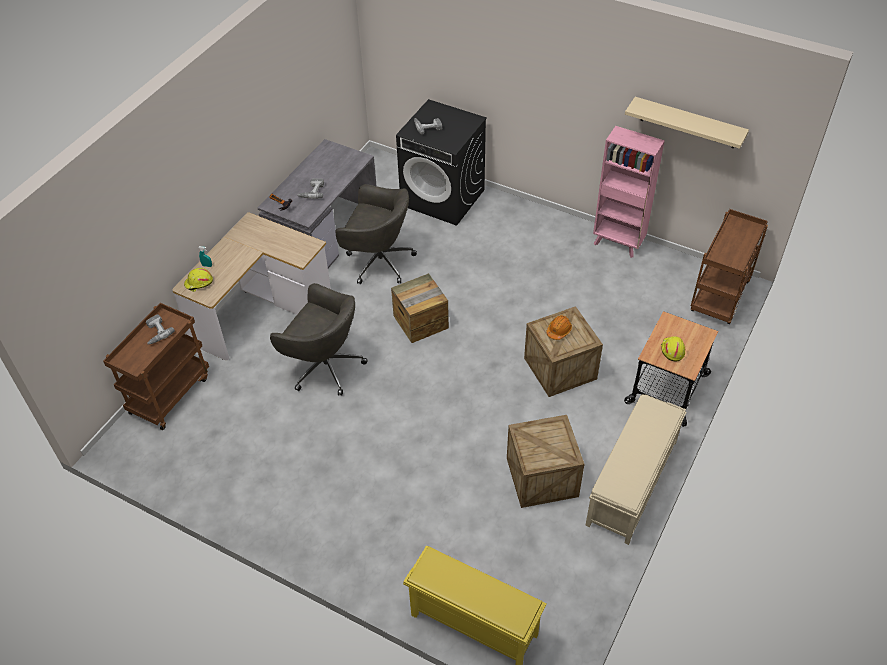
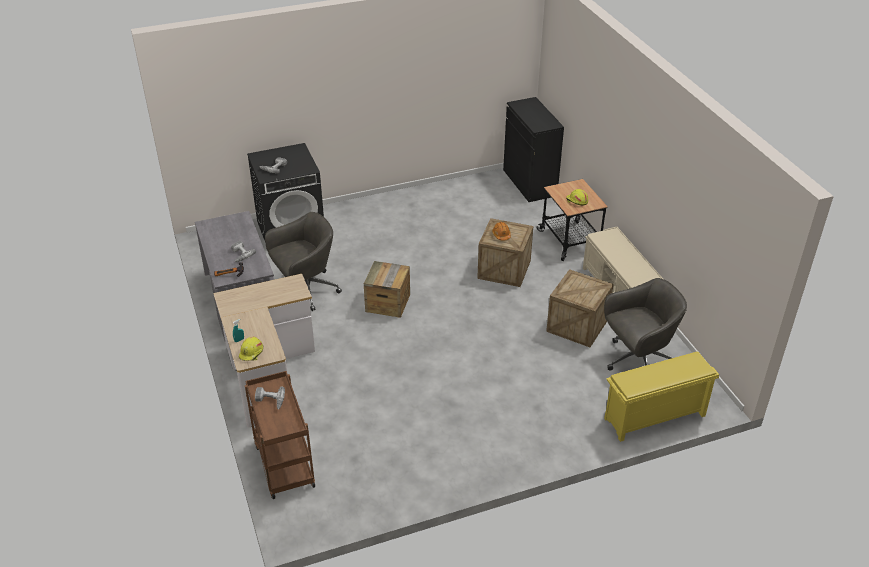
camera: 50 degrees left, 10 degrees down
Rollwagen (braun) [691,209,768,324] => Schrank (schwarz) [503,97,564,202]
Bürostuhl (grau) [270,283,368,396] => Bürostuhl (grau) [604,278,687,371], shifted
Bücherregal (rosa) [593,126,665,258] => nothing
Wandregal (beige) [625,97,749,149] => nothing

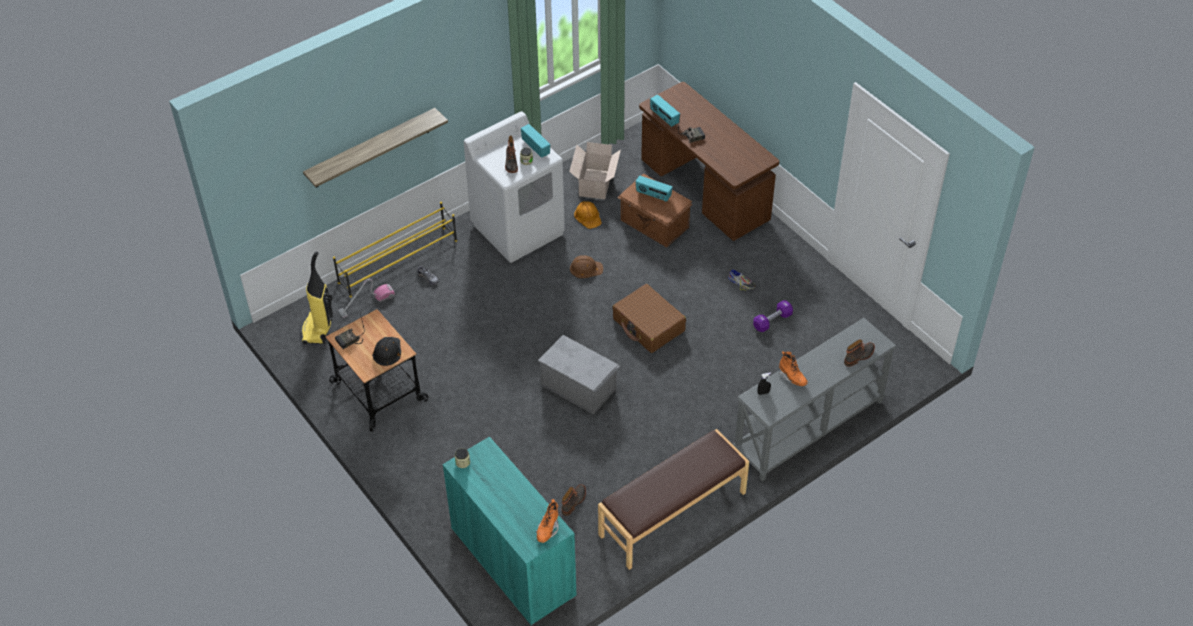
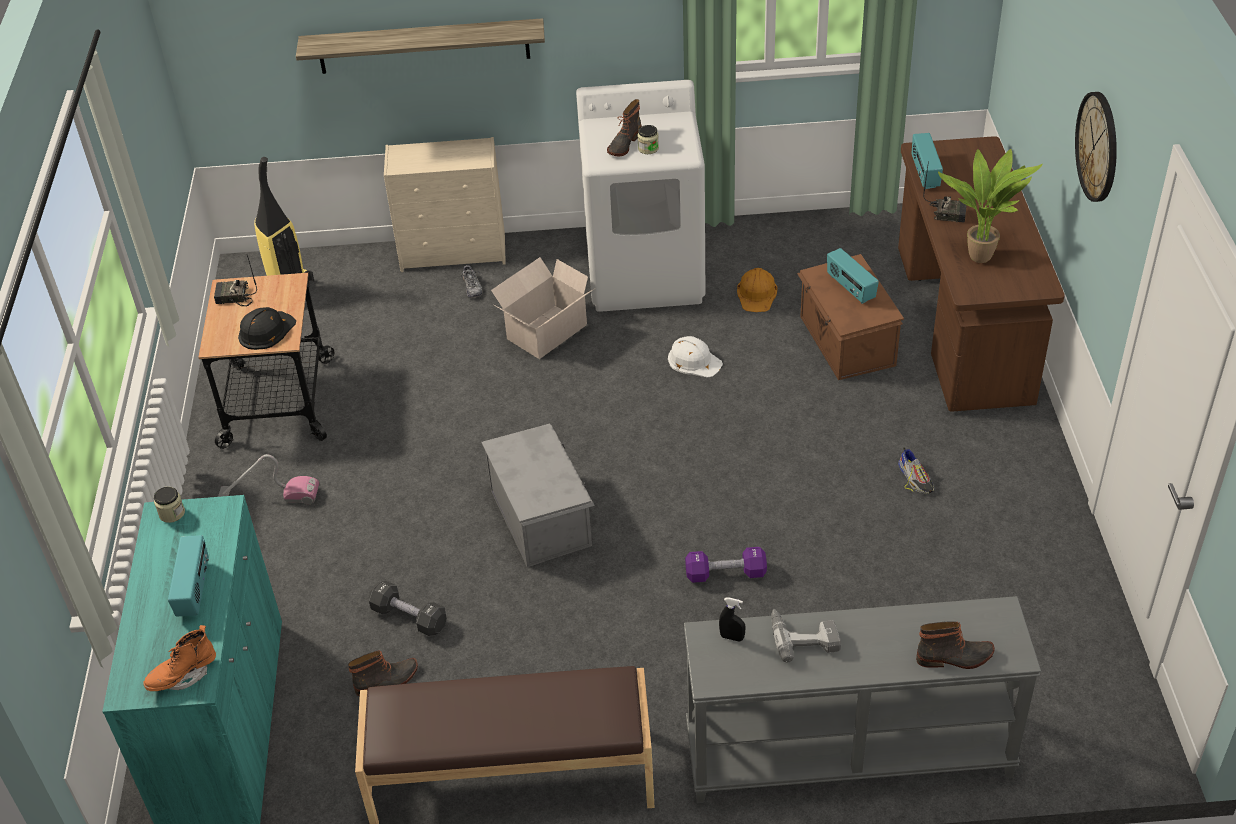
camera: 35 degrees right, 5 degrees down
Radio [521,124,550,158] => Radio [168,535,209,617], shifted
Staubsauger [338,279,395,318] => Staubsauger [218,454,319,504], shifted
nothing => Hantel (schwarz) [369,581,447,636]
Schuhregal (gelb) [333,202,457,297] => Kommode (beige) [384,137,506,272]
Karton [569,142,621,199] => Karton [491,257,594,359], shifted
Schutzhelm (braun) [570,255,603,278] => Schutzhelm (weiß) [668,336,723,377]
Hantel (lila) [753,300,793,332] => Hantel (lila) [685,547,767,583], shifted
Stiefel (orange) [779,351,808,386] => Bohrmaschine [771,609,841,663]
nothing => Topfpflanze [938,149,1043,263]
nothing => Wanduhr [1075,92,1117,202]
Koffer (braun) [612,284,686,353] => nothing

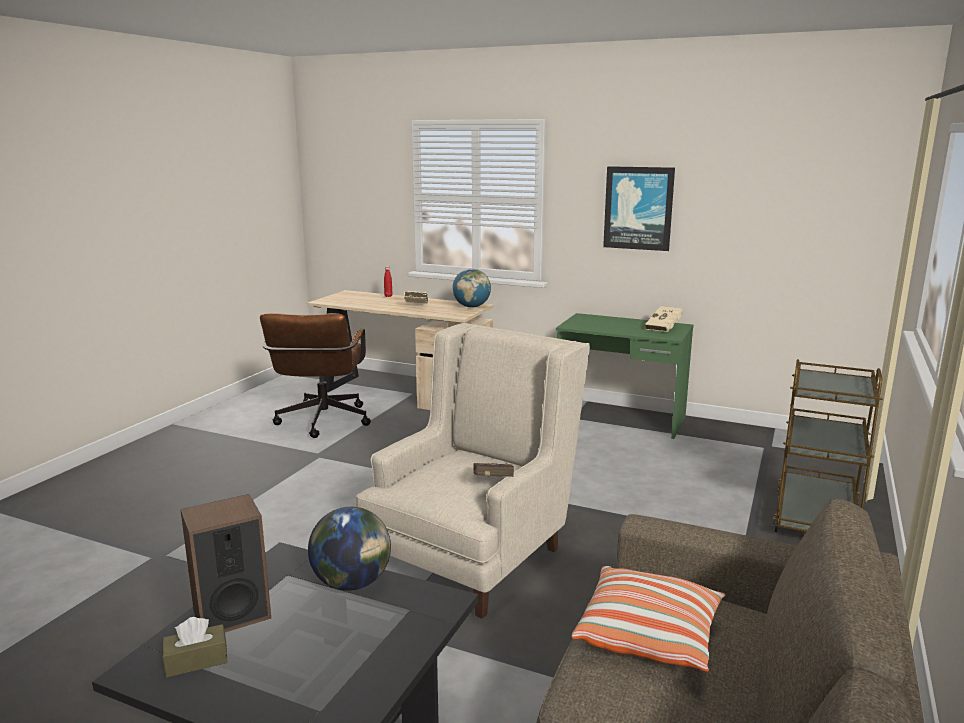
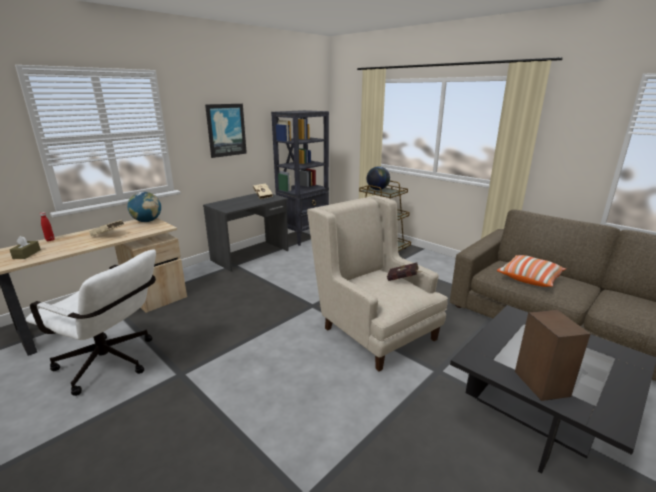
camera: 70 degrees left, 5 degrees up
Taschentuchbox (braun) [163,617,228,678] => Taschentuchbox (braun) [10,236,41,259], shifted
Bürostuhl (braun) [260,313,371,438] => Bürostuhl (weiß) [26,250,156,396]
Schreibtisch (grün) [556,313,694,439] => Schreibtisch (grau) [203,193,289,271]
nothing => Bücherregal (schwarz) [271,110,329,246]
Globus [308,507,391,591] => Globus [367,166,390,190], shifted

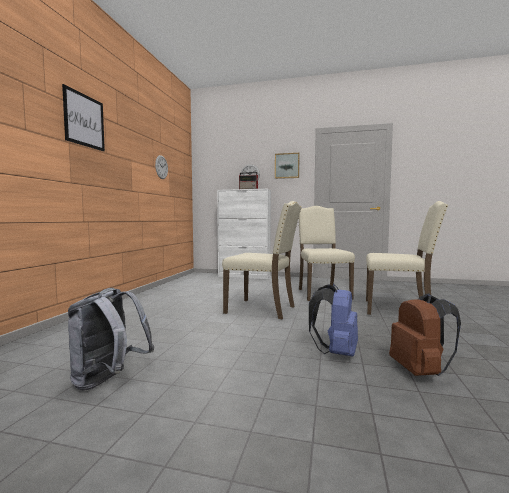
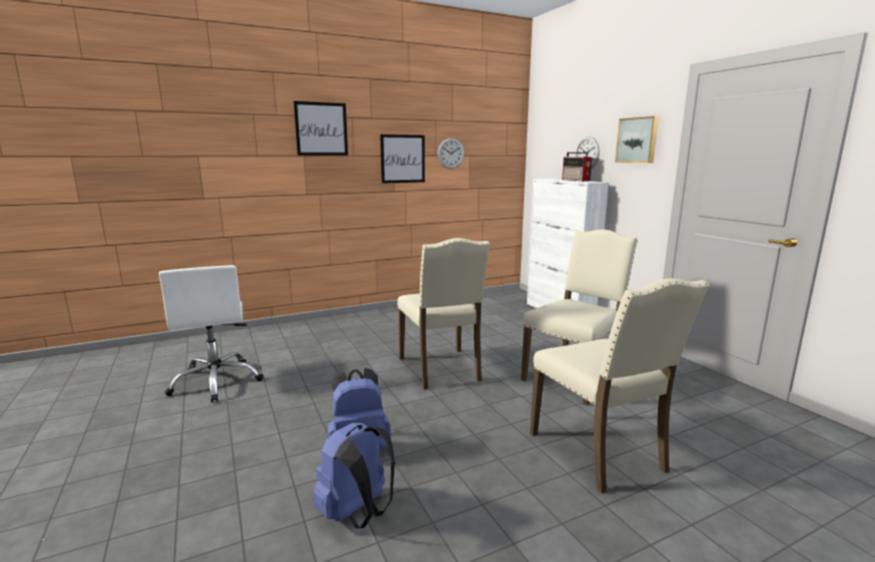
camera: 50 degrees right, 10 degrees up
Rucksack (grau) [68,288,155,390] => Bürostuhl (weiß) [159,265,263,402]
Rucksack (braun) [389,293,461,376] => Rucksack (blau) [314,423,395,528]
nothing => Bild [380,134,425,183]

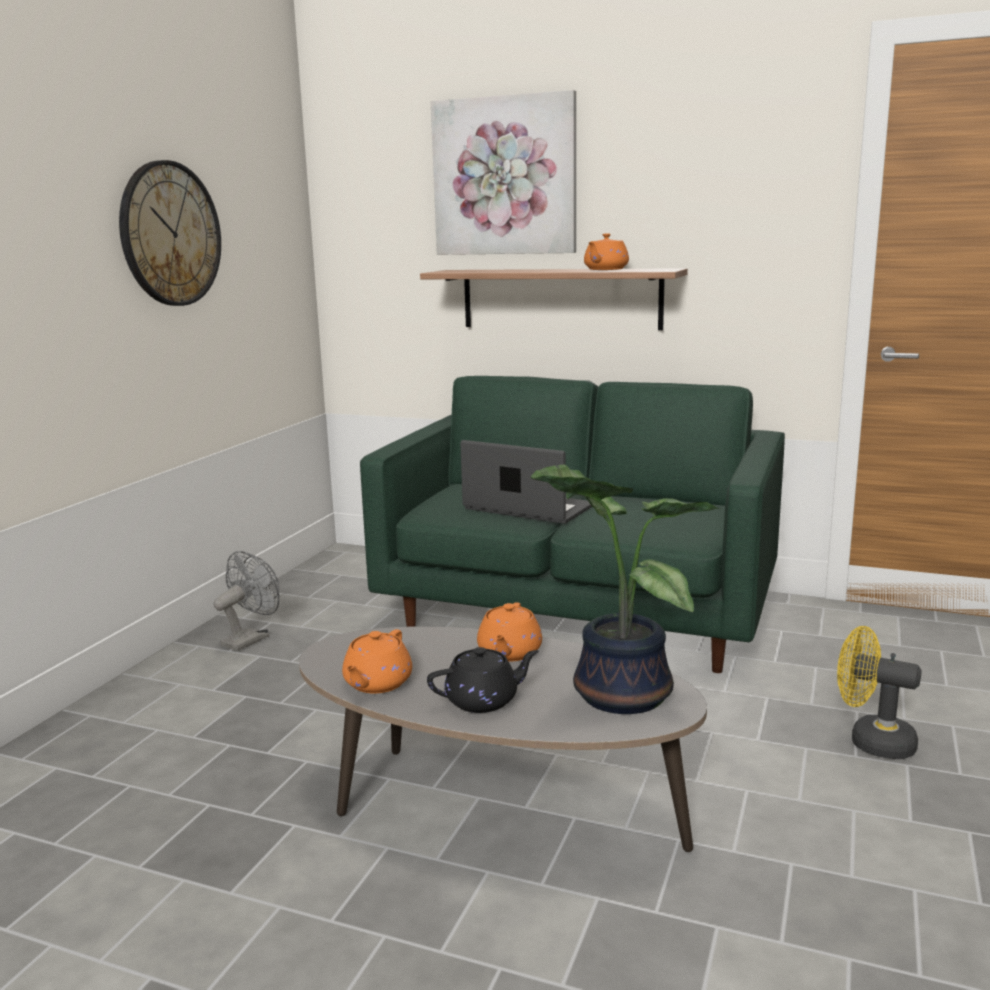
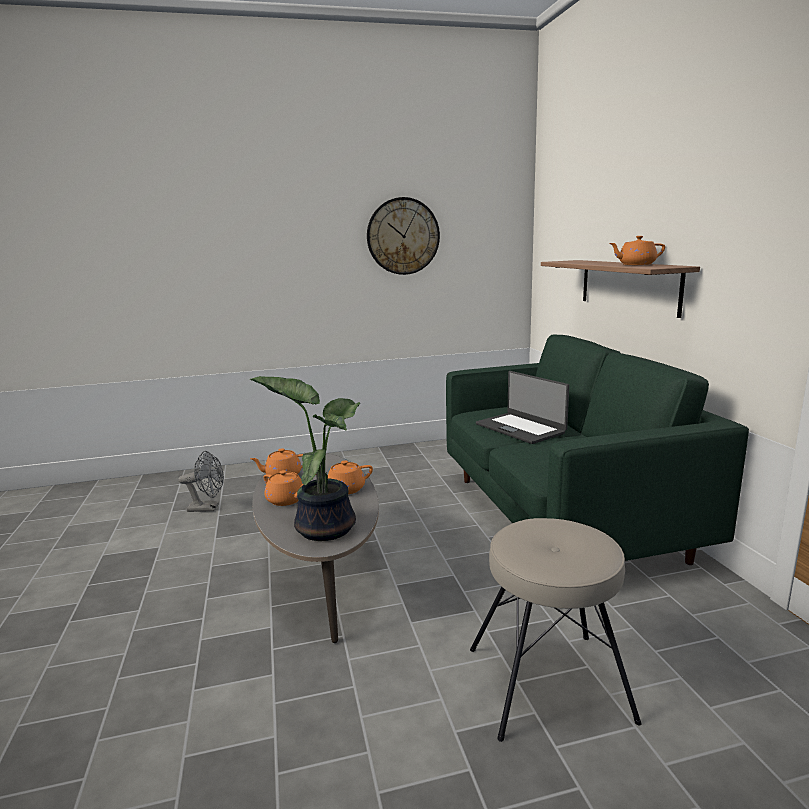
camera: 55 degrees right, 0 degrees up
Ventilator (grau) [214,551,279,651] => Ventilator (grau) [178,451,224,512], shifted
Teekanne (schwarz) [427,647,539,713] => Teekanne (orange) [264,470,304,506]
Ventilator (gelb) [837,626,922,759] => Hocker (beige) [470,518,641,742]
Laptop [460,440,593,524] => Laptop [476,371,569,444], 150 degrees clockwise
Bild [431,90,576,255] => nothing

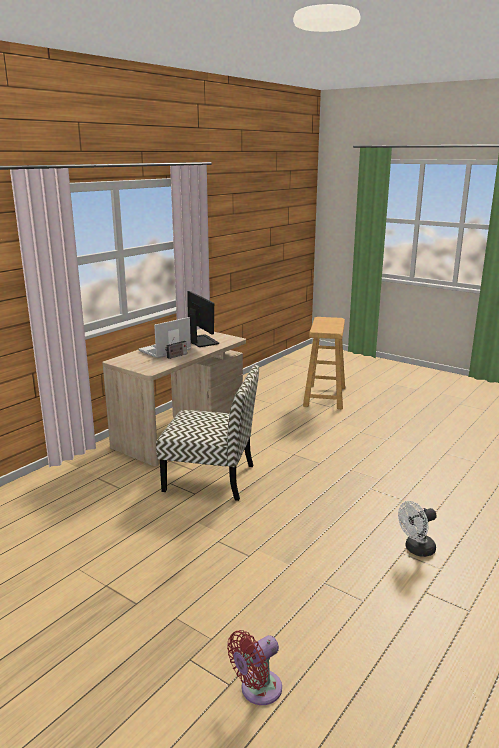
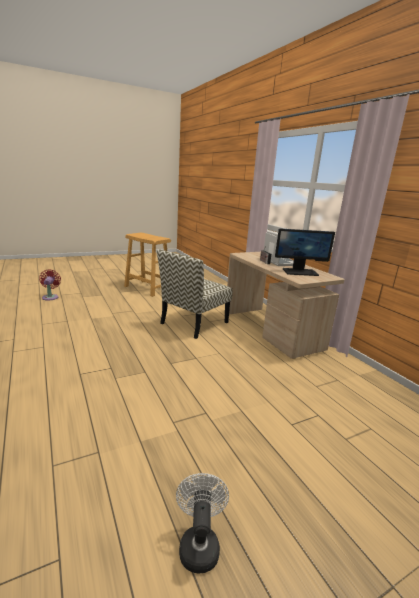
camera: 115 degrees right, 0 degrees up
Hocker (beige) [303,317,345,409] => Hocker (beige) [124,233,171,297], shifted
Ventilator (weiß) [398,501,437,557] => Ventilator (weiß) [176,473,229,574], shifted

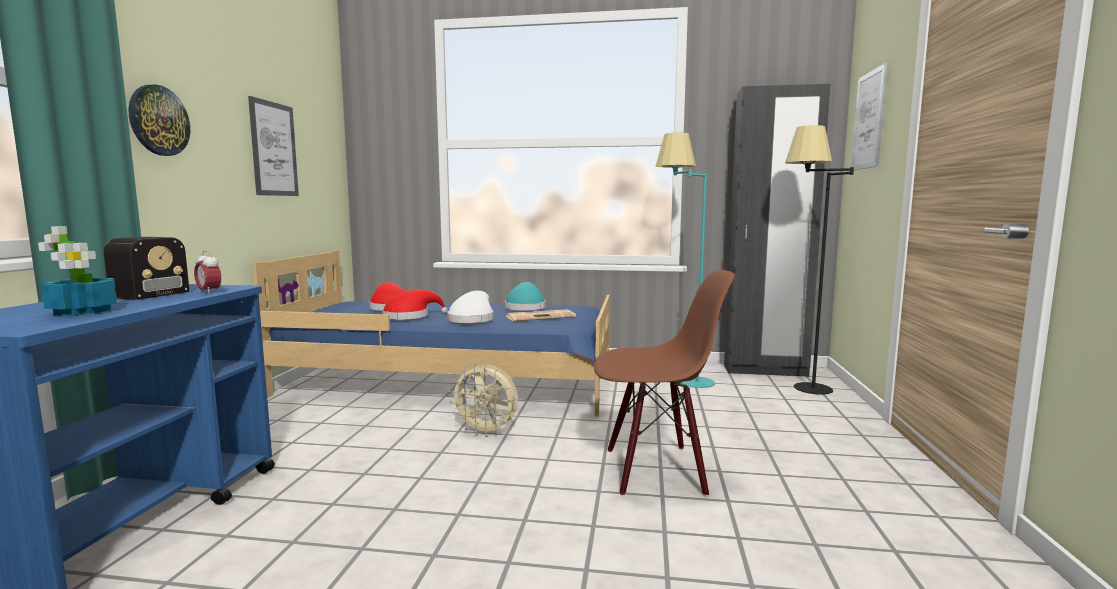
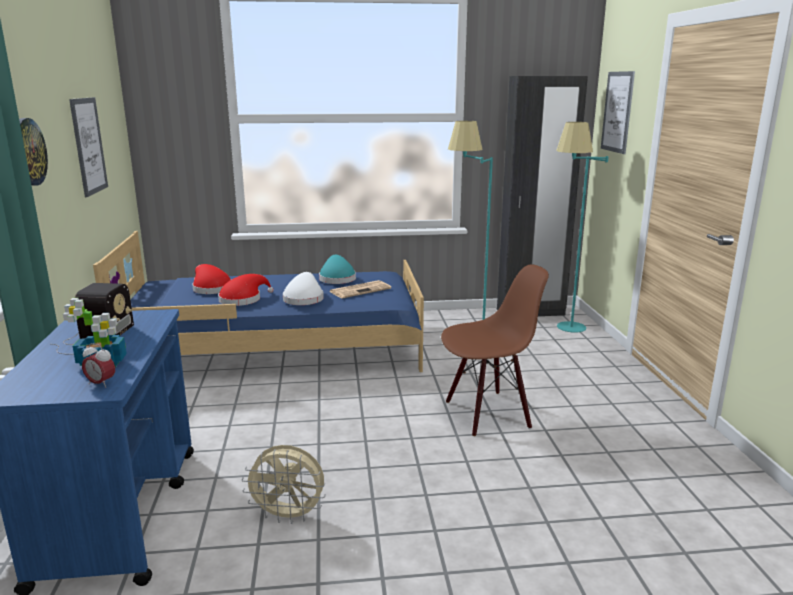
camera: 15 degrees left, 10 degrees up
Wecker [194,251,221,294] => Wecker [82,343,115,388], shifted
Ventilator (beige) [449,363,518,437] => Ventilator (beige) [242,445,326,524], shifted
Stehlampe (schwarz) [785,125,854,395] => Stehlampe (türkis) [556,122,609,333]

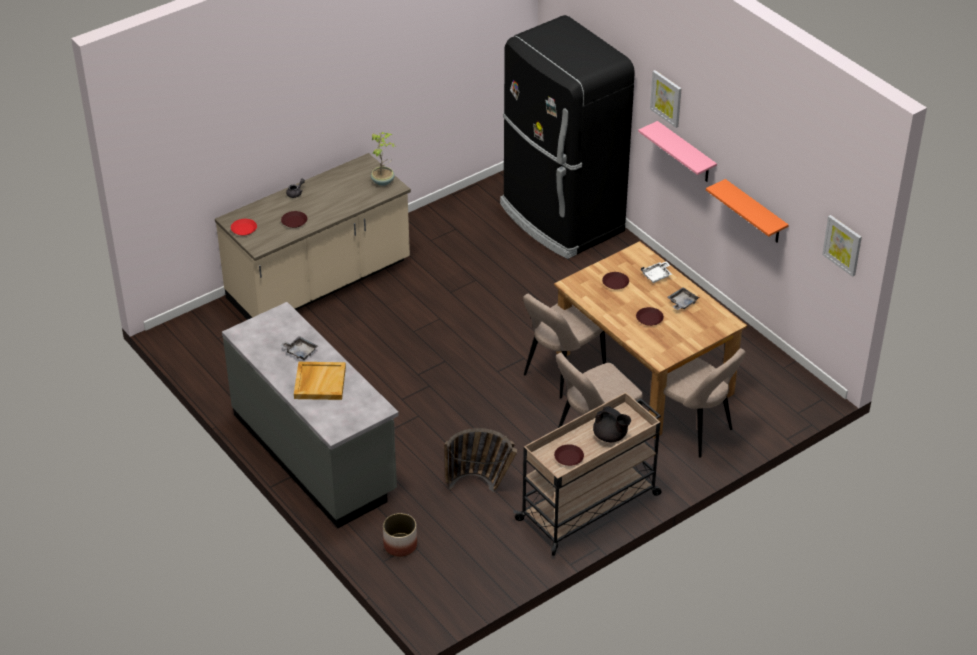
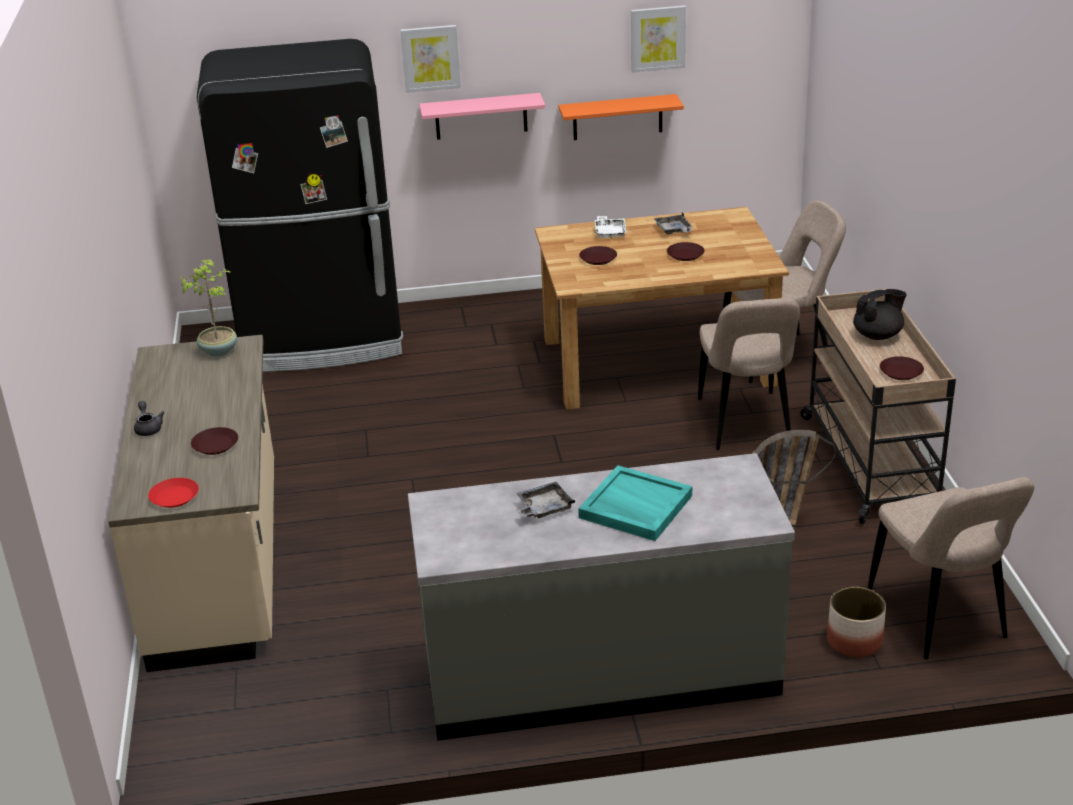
camera: 60 degrees left, 10 degrees down
Tablett (beige) [294,362,346,400] => Tablett (türkis) [578,465,692,541]
Bild [822,215,862,277] => Bild [631,5,686,73], shifted
Stuhl (beige) [523,294,606,398] => Stuhl (beige) [868,477,1034,660], shifted

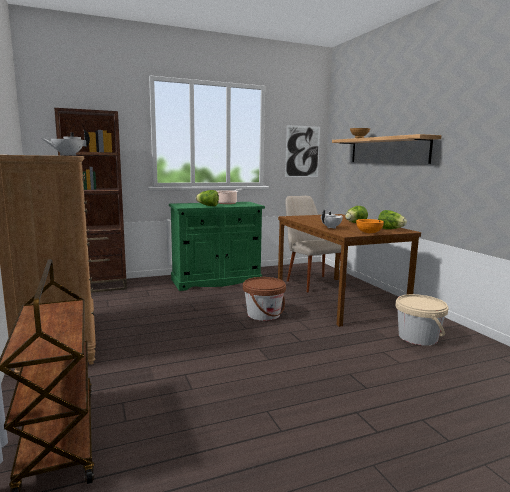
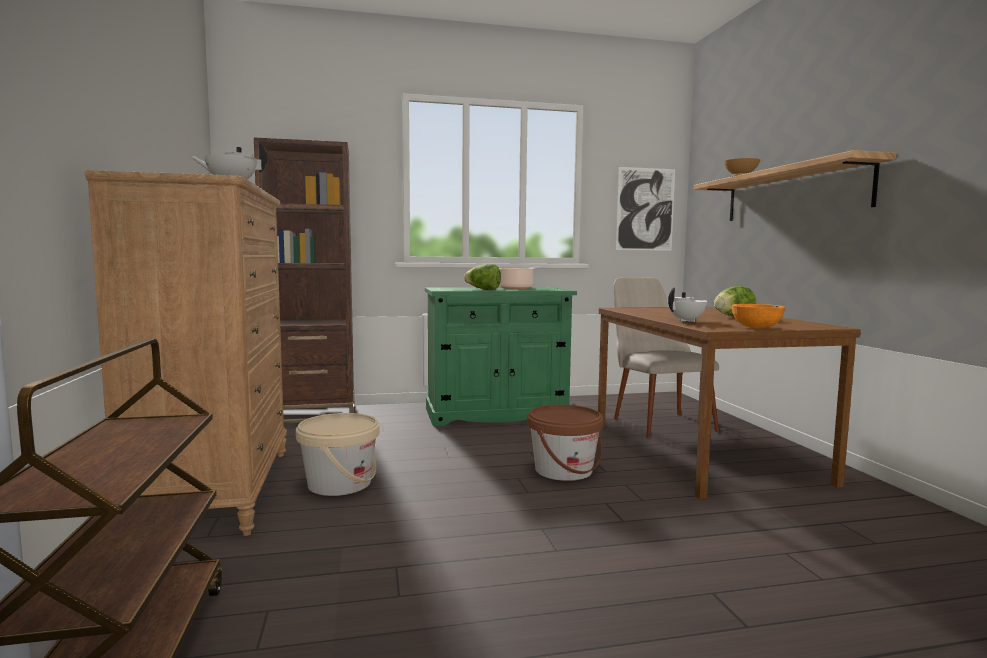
camera: 10 degrees right, 5 degrees down
Eimer (beige) [395,294,448,346] => Eimer (beige) [296,413,379,496], shifted
Salatkopf [378,210,407,229] => nothing

